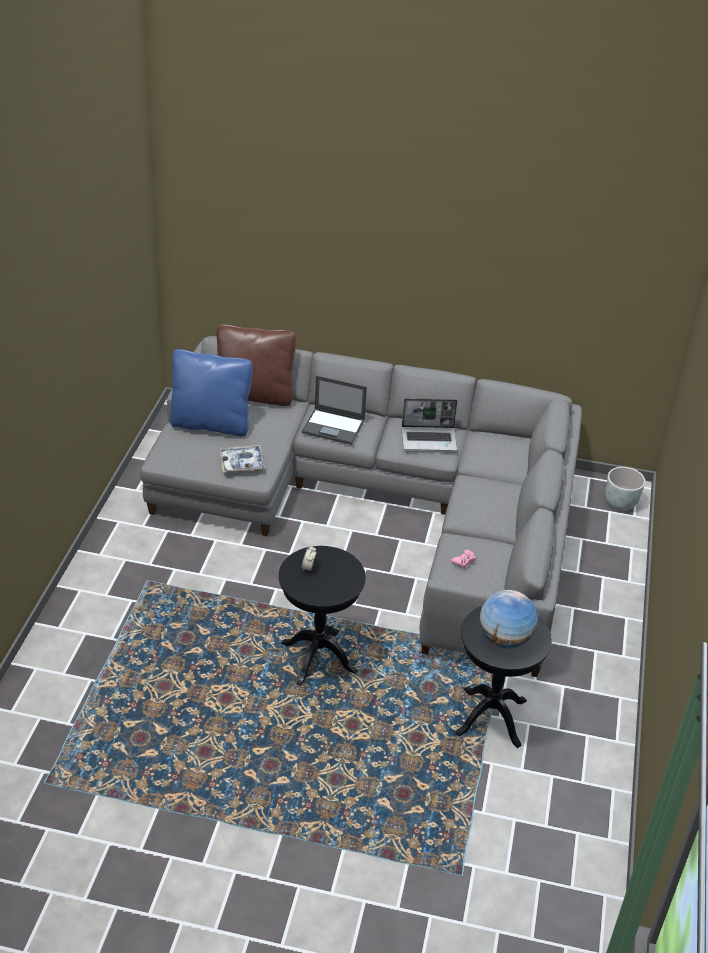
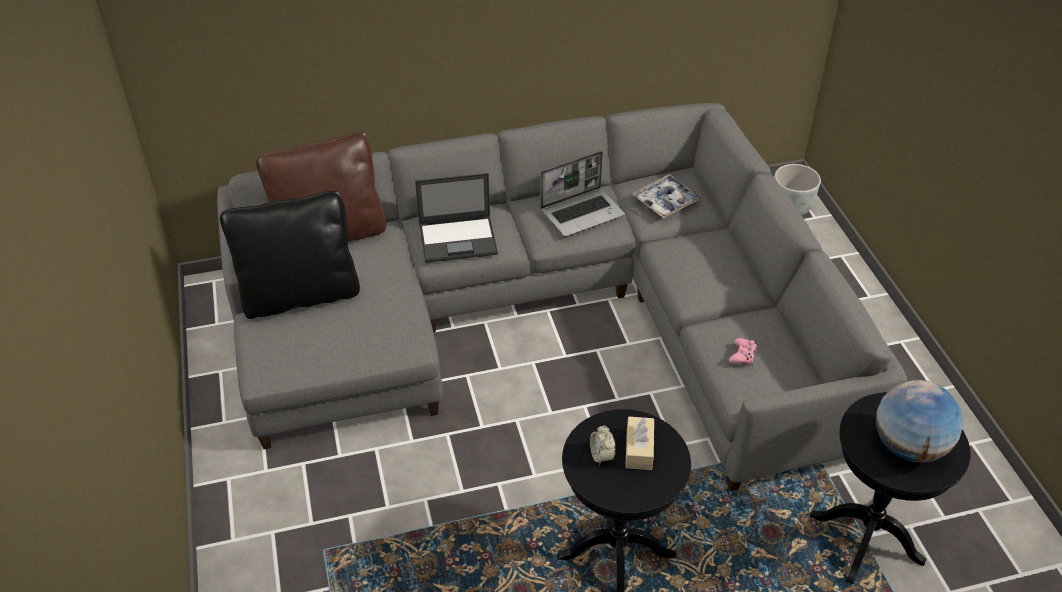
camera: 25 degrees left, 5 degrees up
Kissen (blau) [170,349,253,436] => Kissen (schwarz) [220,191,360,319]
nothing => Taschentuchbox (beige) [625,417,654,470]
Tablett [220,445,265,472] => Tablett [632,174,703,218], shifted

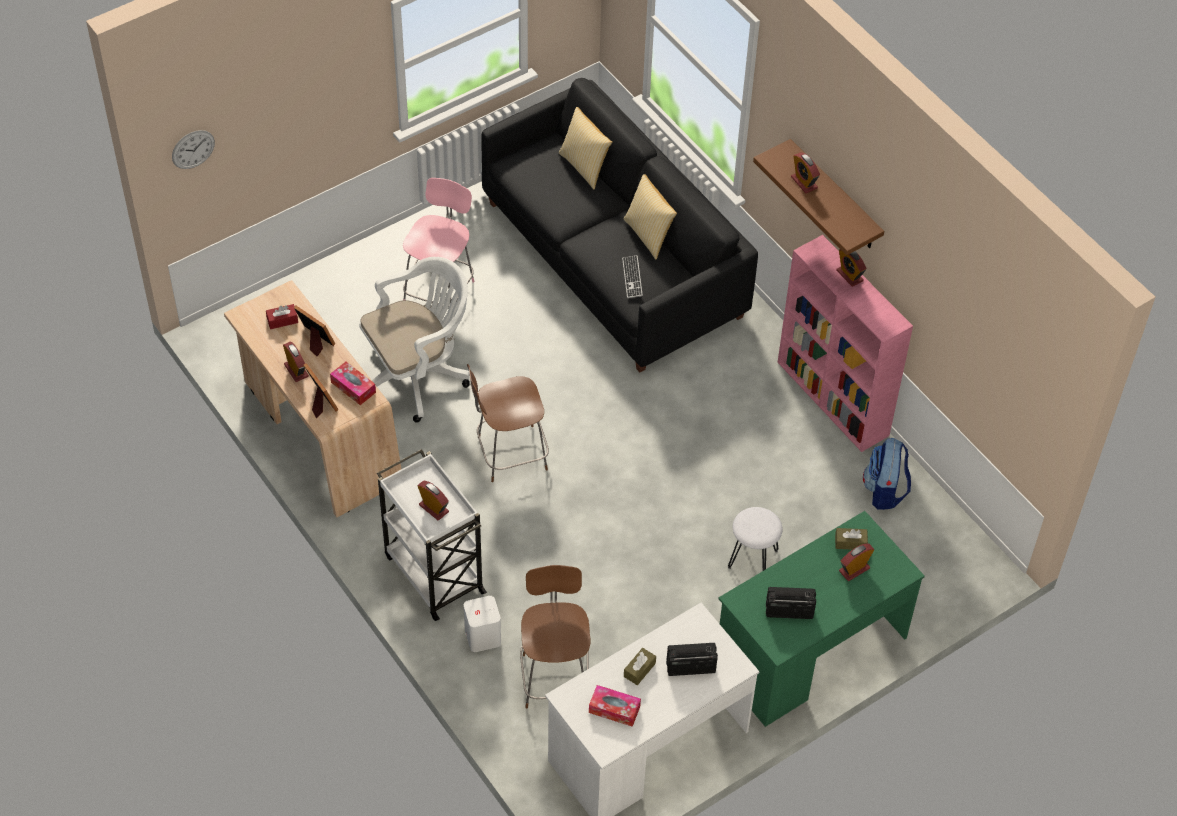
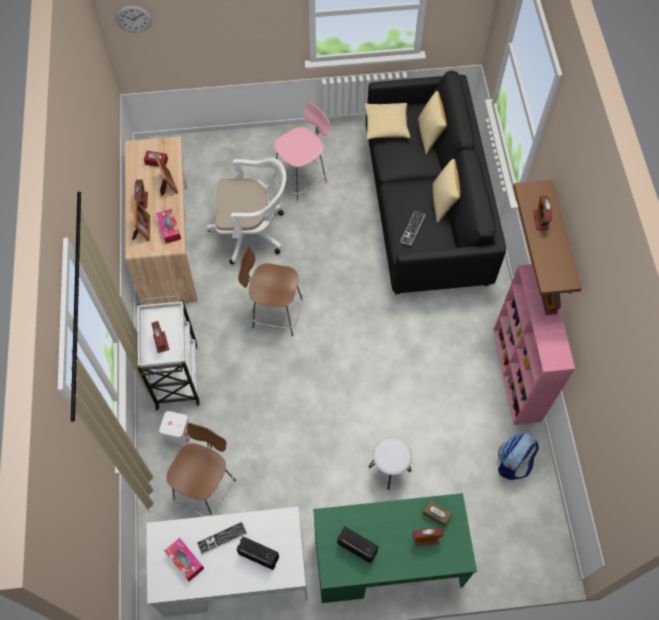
camera: 30 degrees right, 10 degrees up
Taschentuchbox (braun) [624,648,656,685] => Tastatur [196,521,247,555]
nothing => Kissen [364,103,411,140]

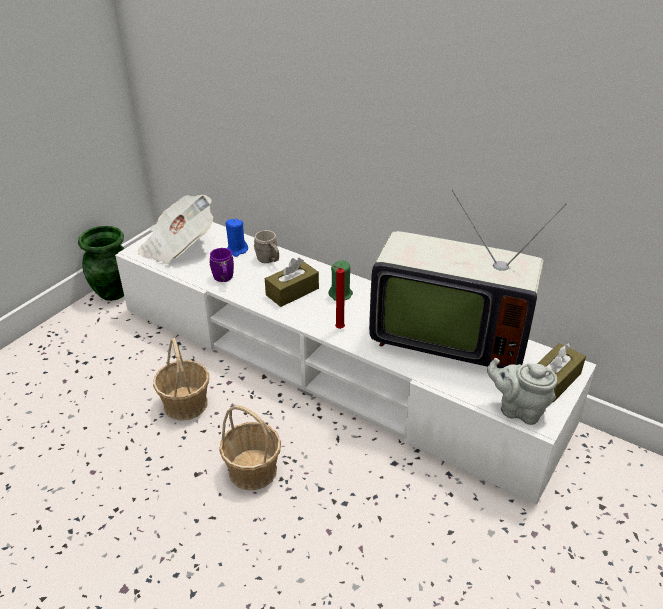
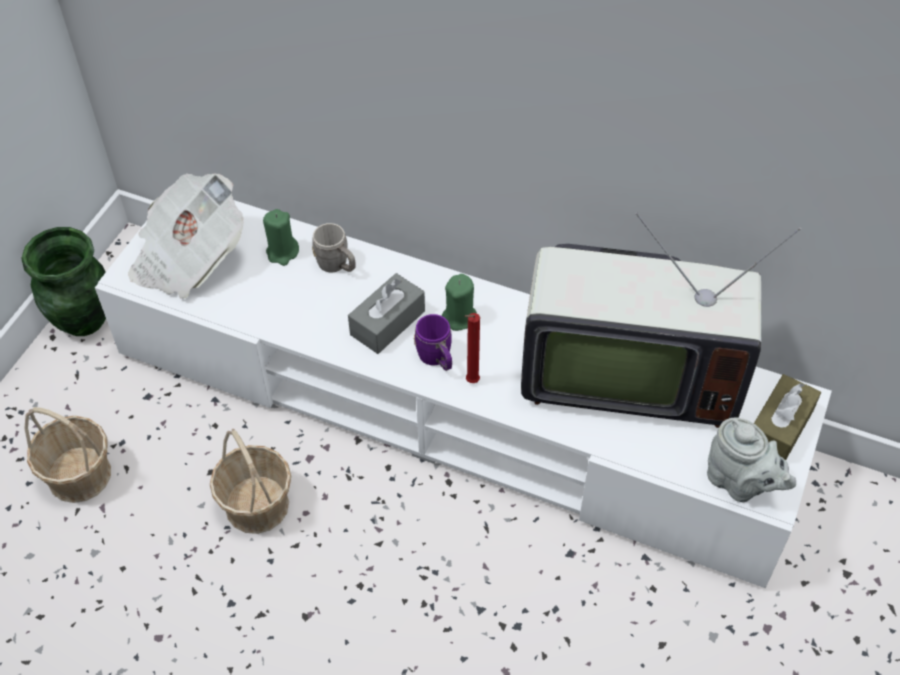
camera: 10 degrees left, 15 degrees up
Korb [219,405,281,490] => Korb [24,407,111,503], shifted
Kerze (blau) [226,219,248,257] => Kerze (grün) [263,209,299,266]
Taschentuchbox (braun) [265,258,319,307] => Taschentuchbox (grau) [348,273,425,354]
Henkelbecher (lila) [209,248,234,282] => Henkelbecher (lila) [414,314,452,371], shifted
Teekanne (grau) [487,358,557,425] => Teekanne (grau) [707,418,796,503], 150 degrees counterclockwise

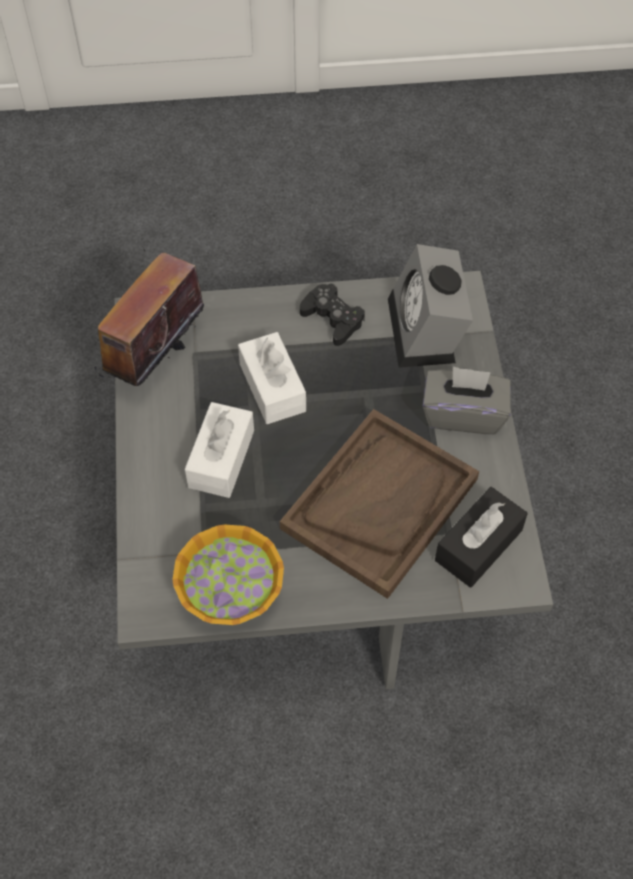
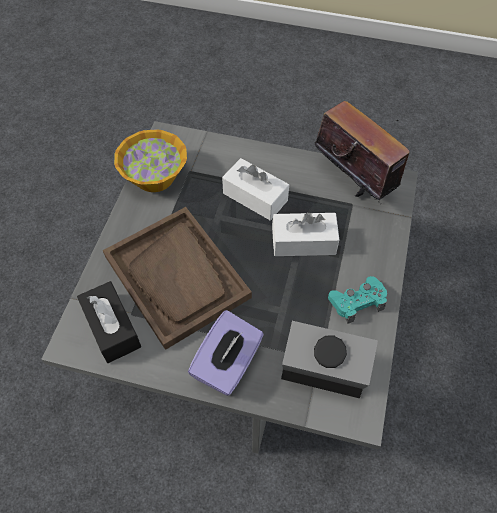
camera: 110 degrees right, 0 degrees up
Taschentuchbox (grau) [423,366,511,434] => Taschentuchbox (lila) [188,310,264,396]
Gamepad (schwarz) [300,283,365,346] => Gamepad (türkis) [328,276,387,324]

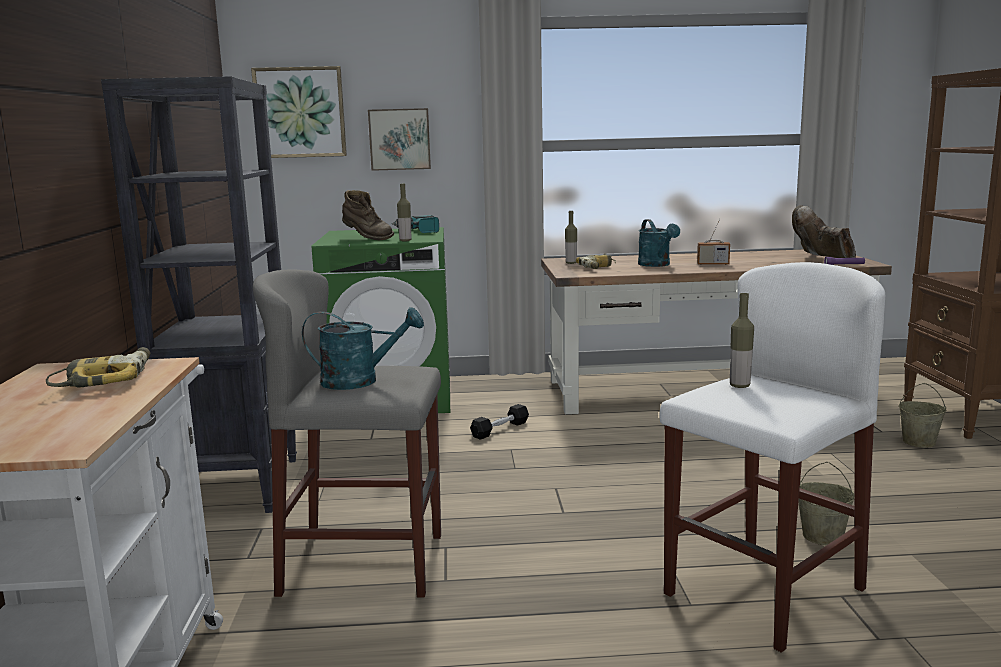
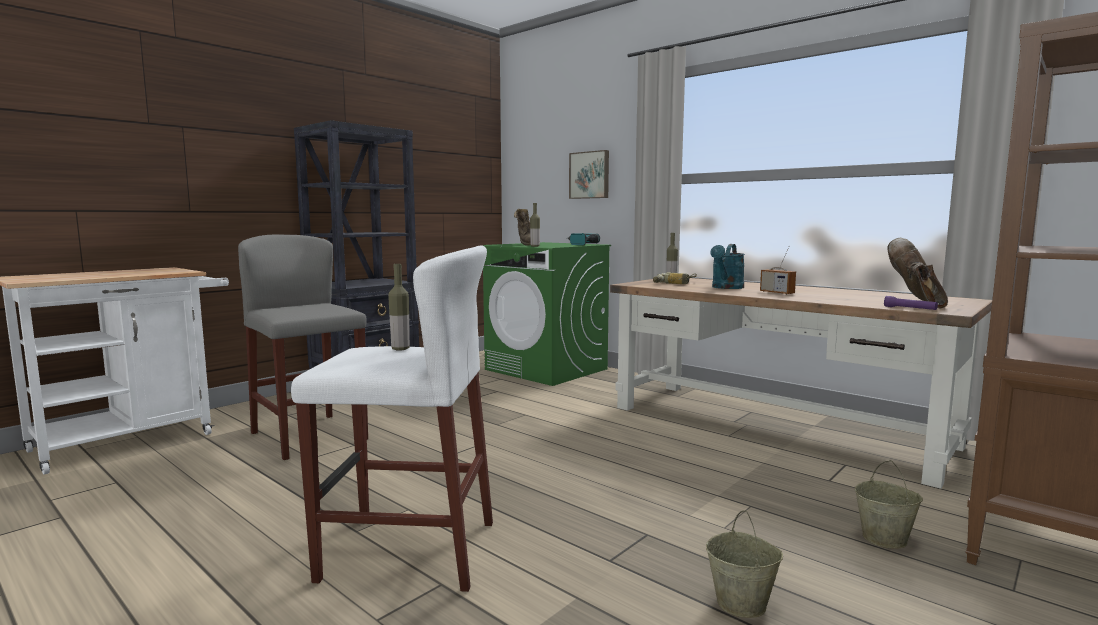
camera: 45 degrees right, 5 degrees down
Eimer (beige) [798,462,855,545] => Eimer (beige) [706,510,783,618], shifted
Bohrmaschine [46,347,150,388] => nothing
Bild [251,66,347,158] => nothing
Gießkanne (türkis) [302,307,424,390] => nothing
Hantel (schwarz) [470,404,529,440] => nothing

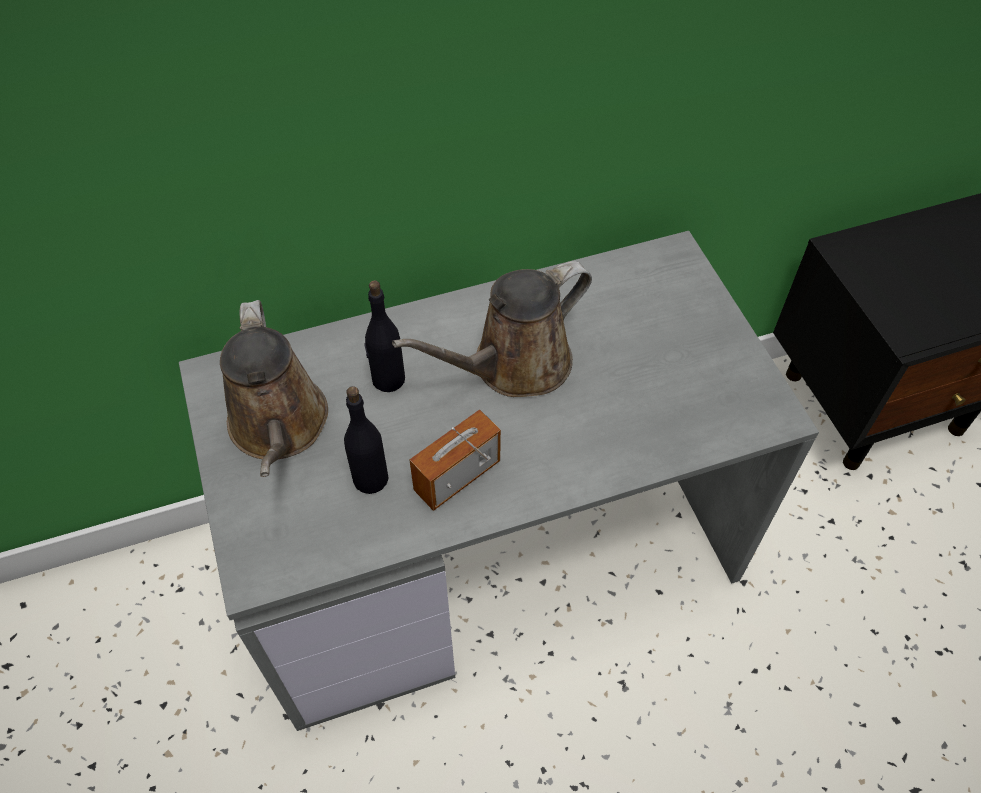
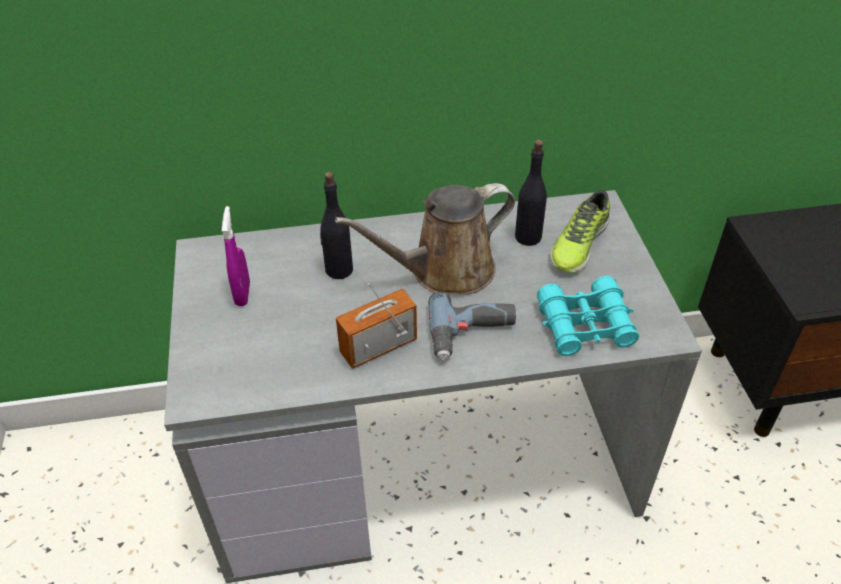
camera: 10 degrees right, 10 degrees down
Gießkanne (braun) [220,300,328,477] => Sprühflasche (lila) [222,206,250,306]
nothing => Bohrmaschine [429,292,516,360]
Flasche (schwarz) [344,386,389,494] => Flasche (schwarz) [515,140,547,246], shifted
nothing => Fernglas (türkis) [537,276,639,356]
nothing => Schuh [550,190,610,273]

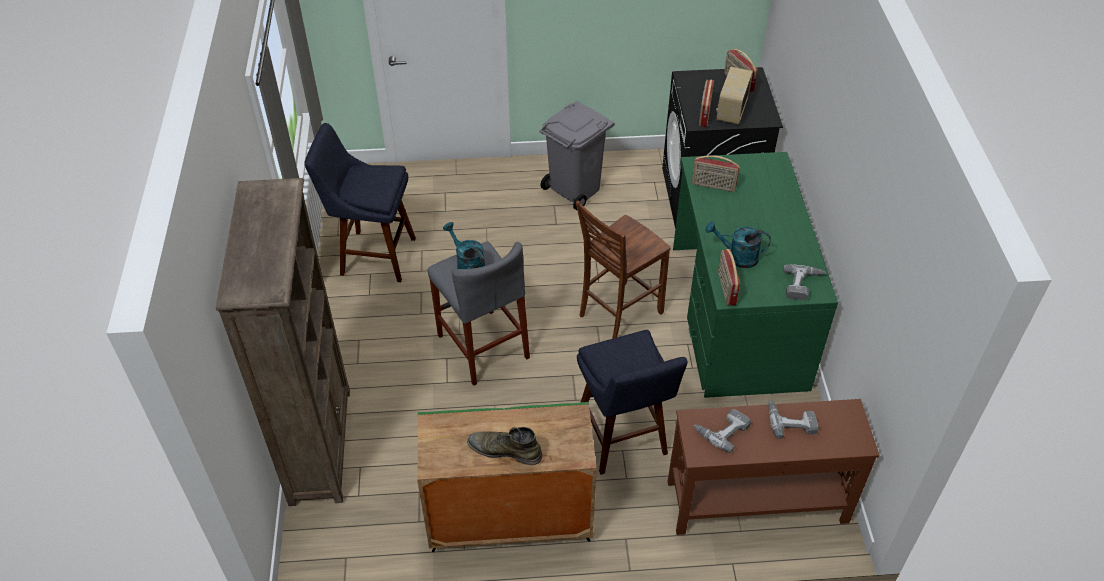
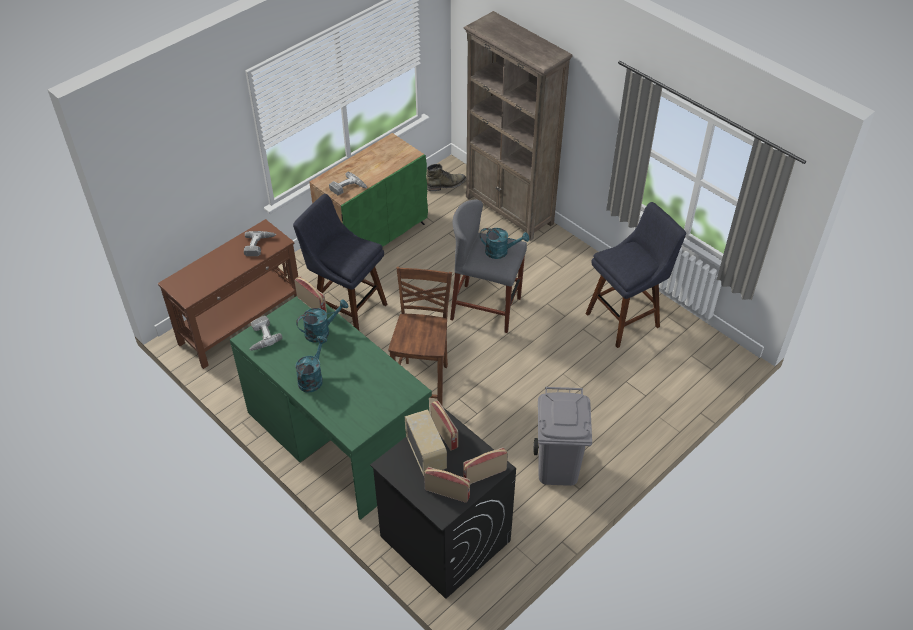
camera: 140 degrees right, 0 degrees up
nothing => Gießkanne (türkis) [295,336,327,392]
Bohrmaschine [768,399,819,439] => Bohrmaschine [329,172,367,195], shifted
Stiefel (grün) [467,427,542,465] => Stiefel (grün) [426,164,466,191], shifted
Radio [692,155,740,192] => Radio [463,447,508,484], shifted

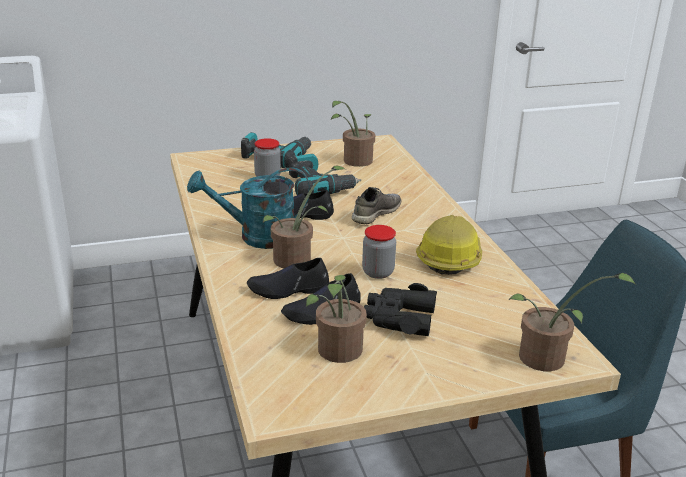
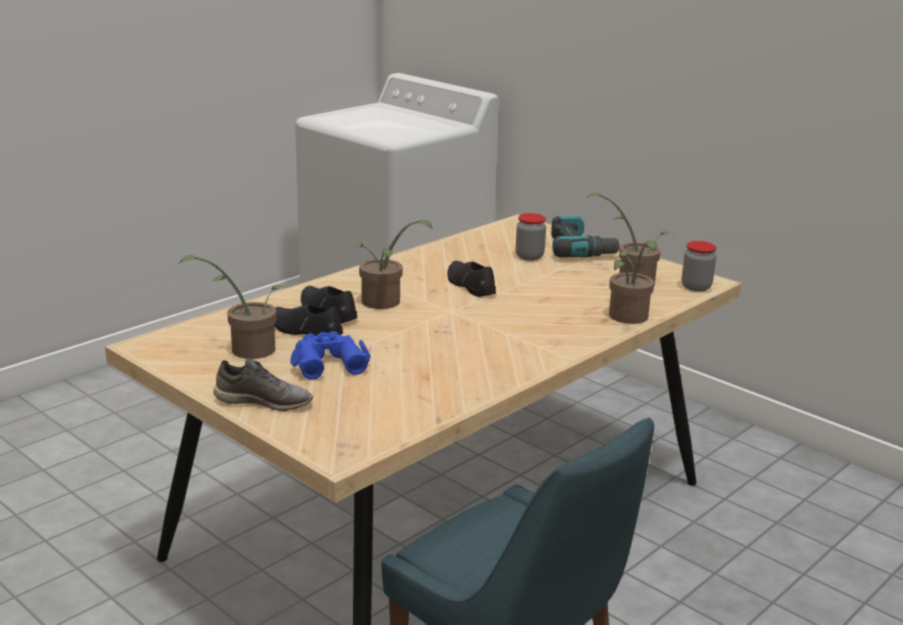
camera: 60 degrees right, 5 degrees down
Schuh (grau) [352,187,401,224] => Schuh (grau) [214,358,313,411], shifted
Fernglas (schwarz) [364,283,437,336] => Fernglas (blau) [290,331,371,380]
Topfpflanze [509,273,636,371] => Topfpflanze [609,241,657,324], shifted
Vorratsglas [362,225,396,279] => Vorratsglas [682,241,716,292], shifted
Gießkanne (türkis) [187,167,310,249] => nothing
Bohrmaschine [289,154,361,195] => nothing
Schutzhelm [416,215,482,275] => nothing

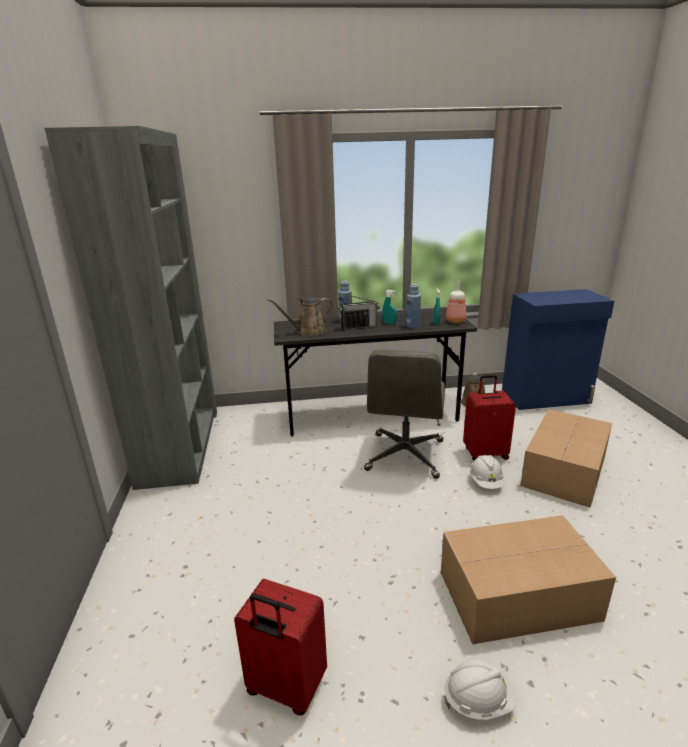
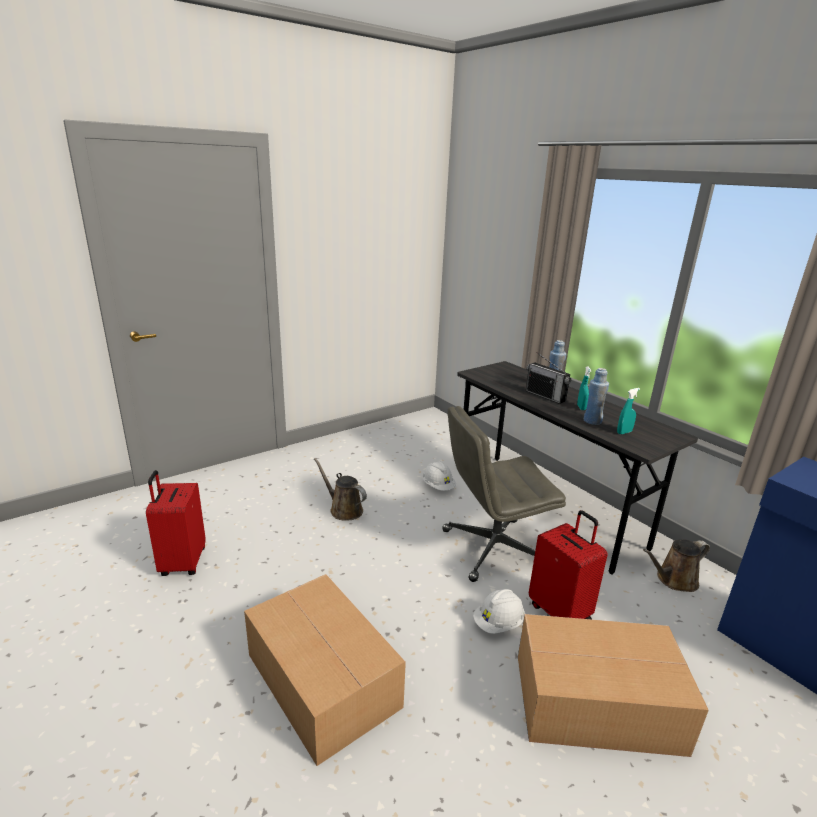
camera: 60 degrees right, 0 degrees up
Gießkanne (braun) [268,297,333,335] => Gießkanne (braun) [314,458,367,521], shifted
Schutzhelm (weiß) [444,659,516,720] => Schutzhelm (weiß) [422,461,456,491], shifted
Bücherregal (grau) [44,126,217,490] => nothing
Flasche [446,281,466,323] => nothing

